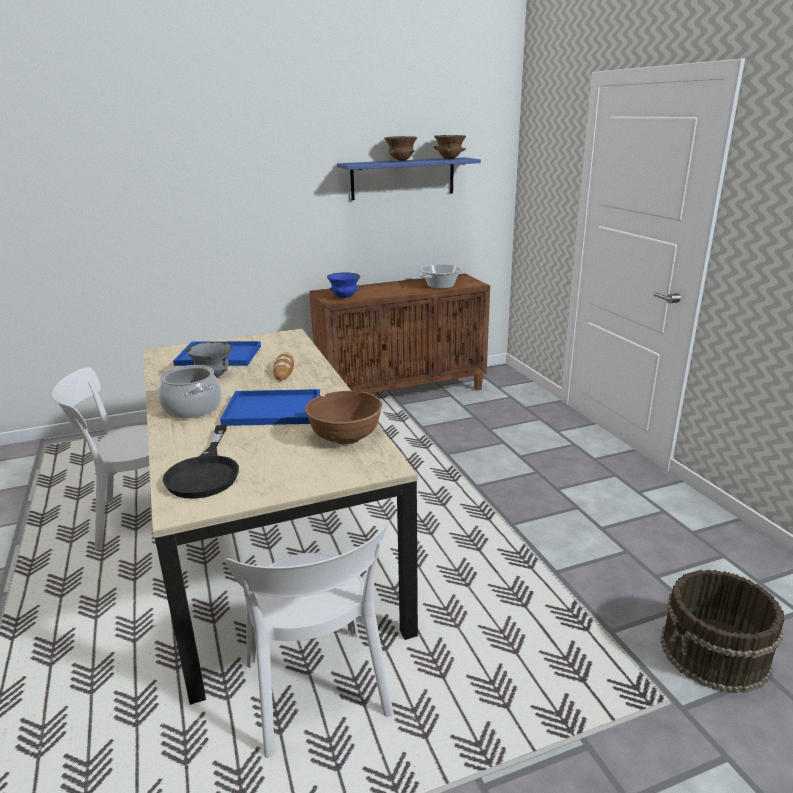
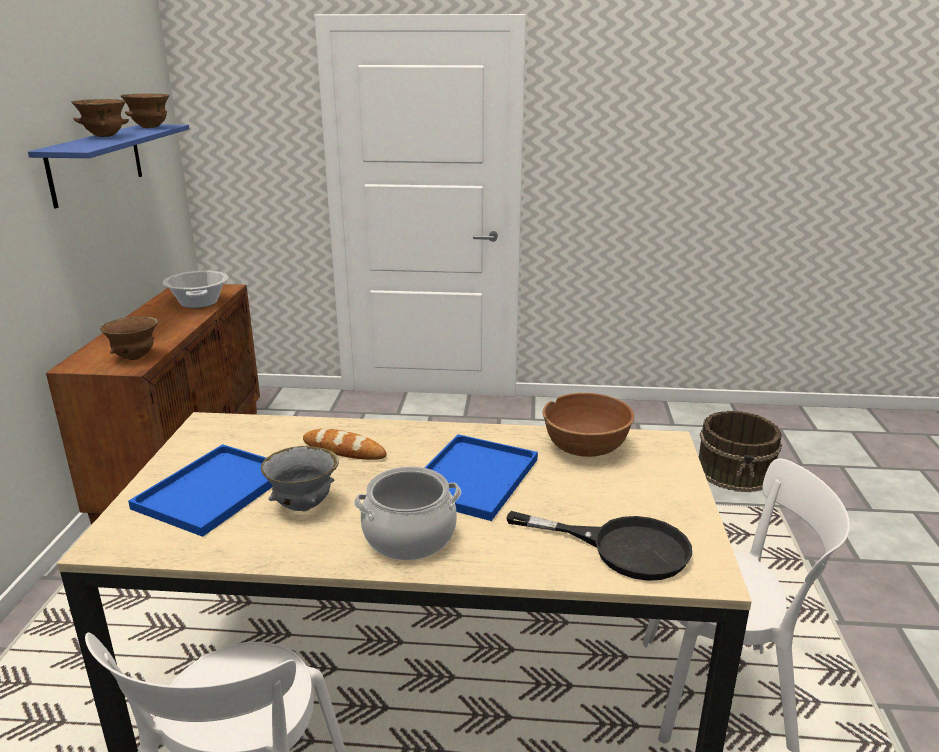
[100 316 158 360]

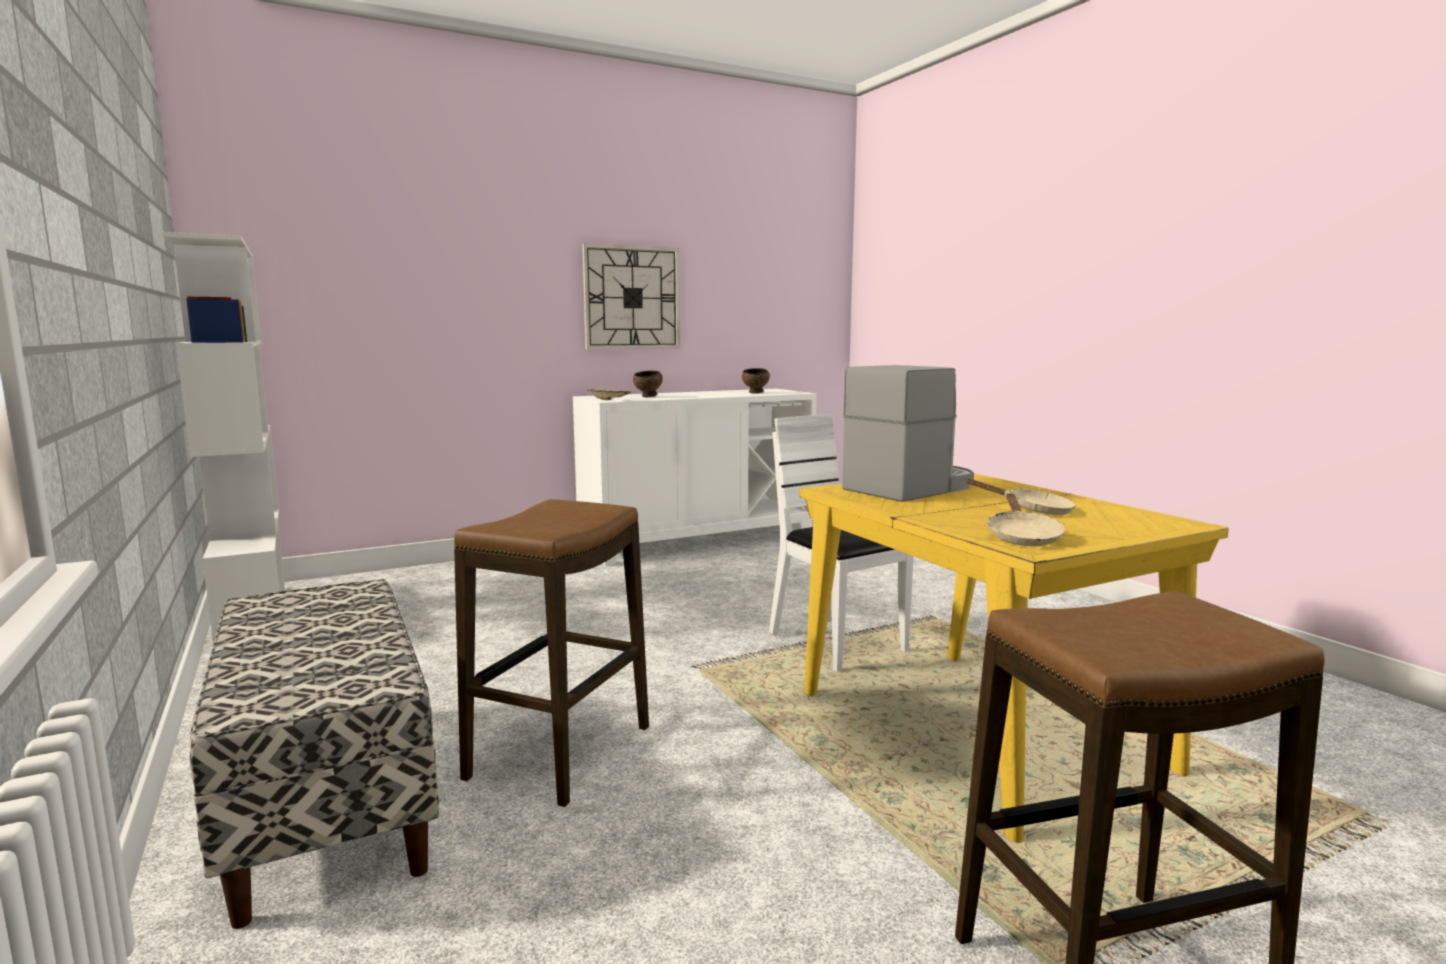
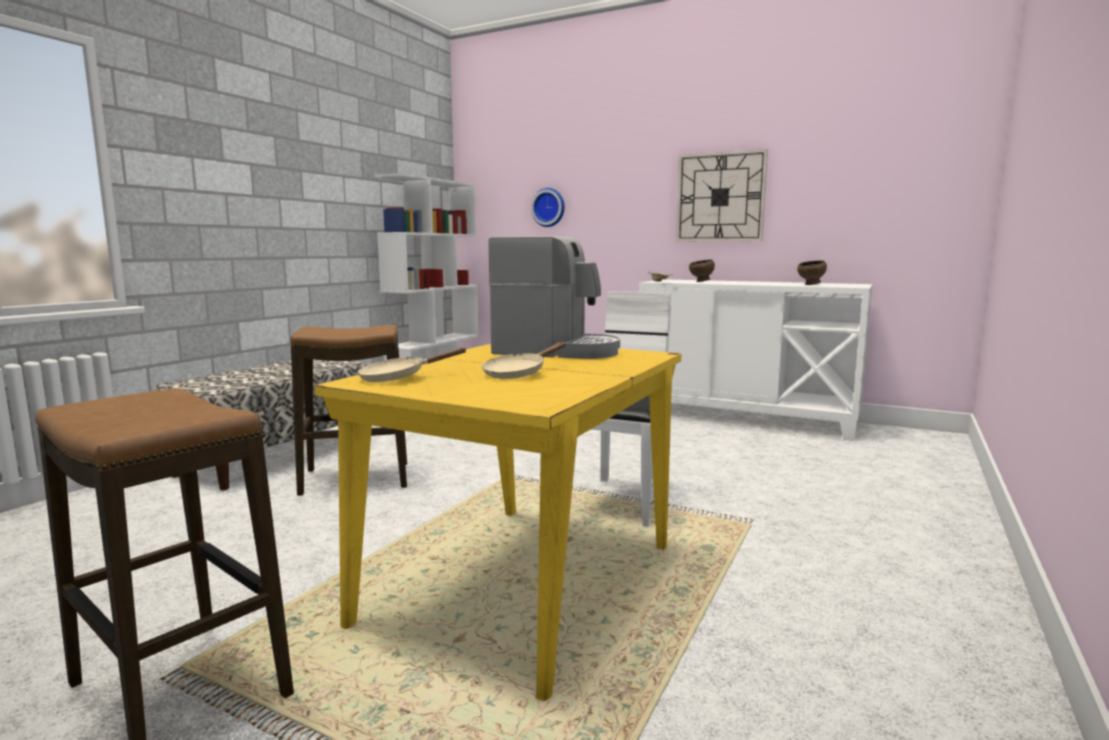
[482 342 566 379]
[531 188 565 227]

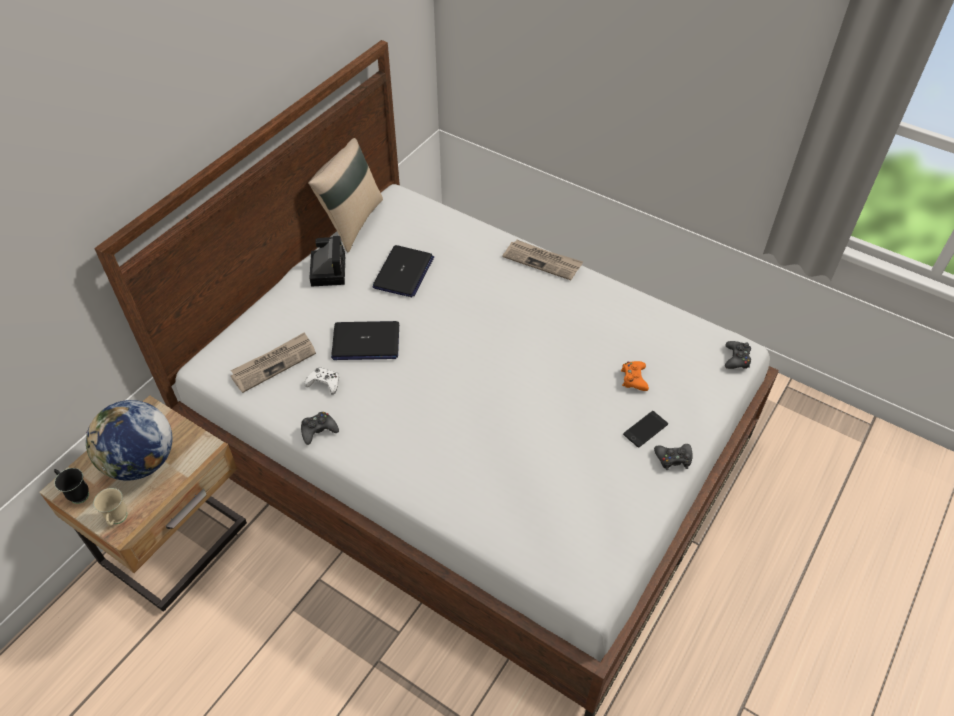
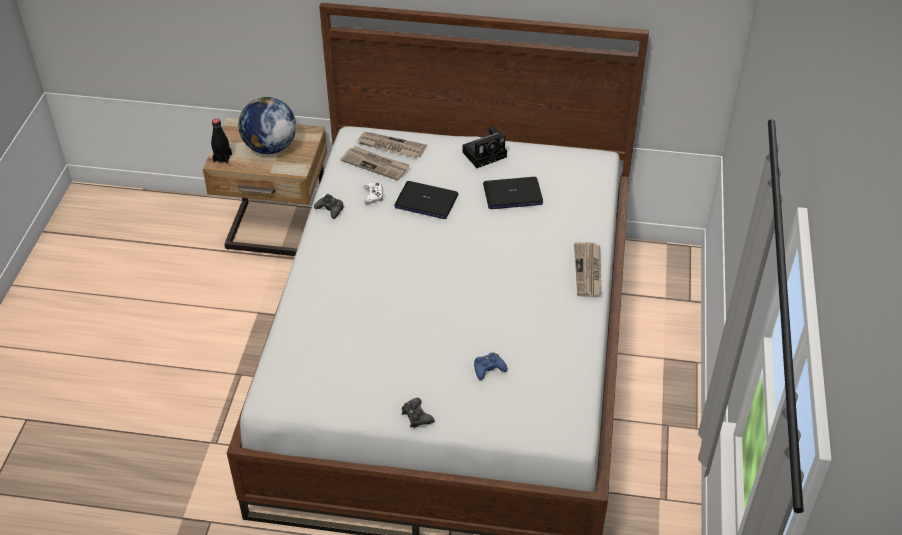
[308 138 383 252] (first image)
[394 181 458 219]
[725 341 751 369] (first image)
[474 353 508 380]
[623 411 668 448] (first image)
[54 468 89 504] (first image)
[211 119 232 164]
[357 132 427 158]

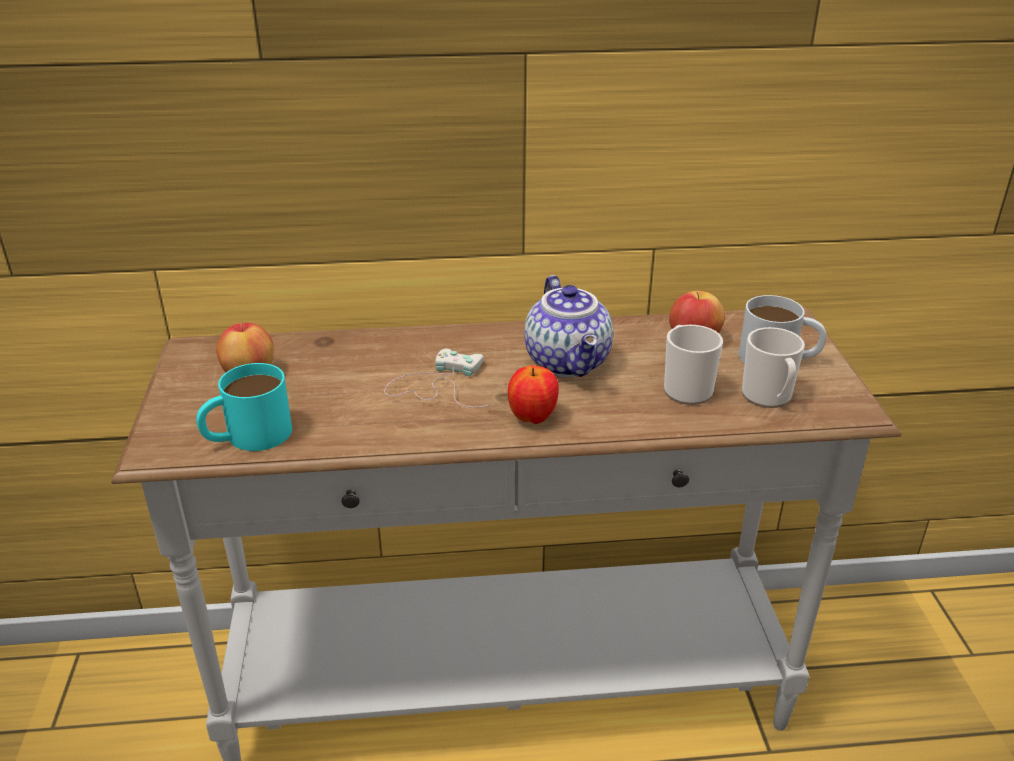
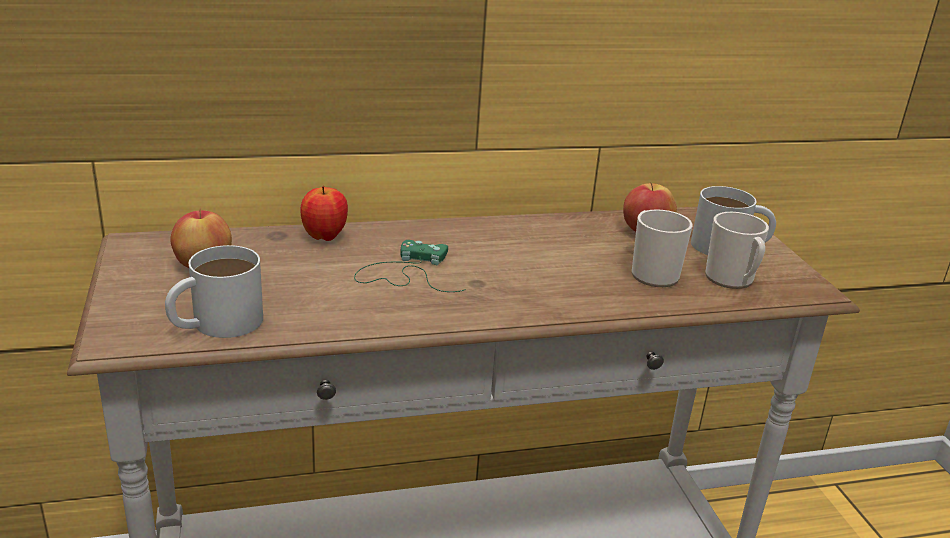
[524 275 613 377] (first image)
[354 240 466 292]
[165 245 263 338]
[300 186 348 241]

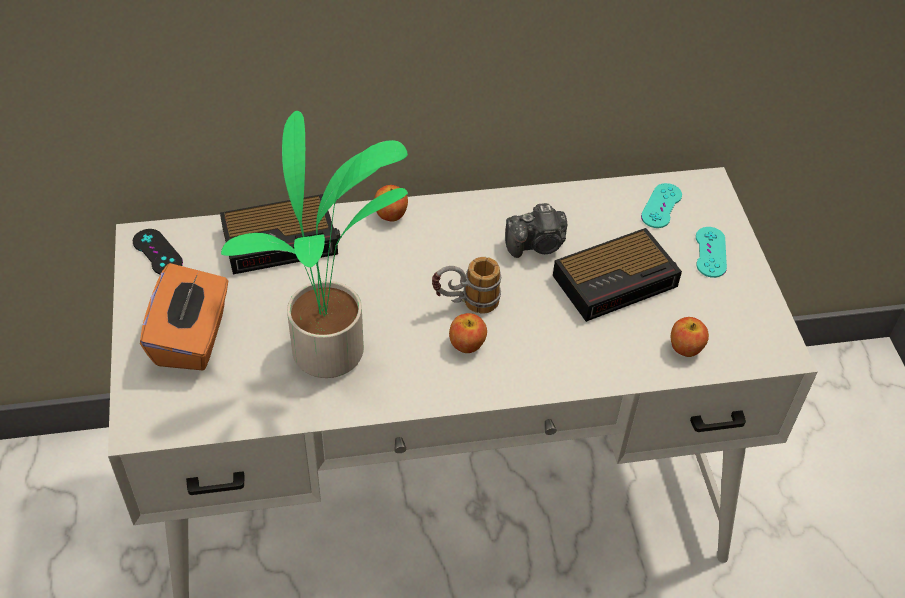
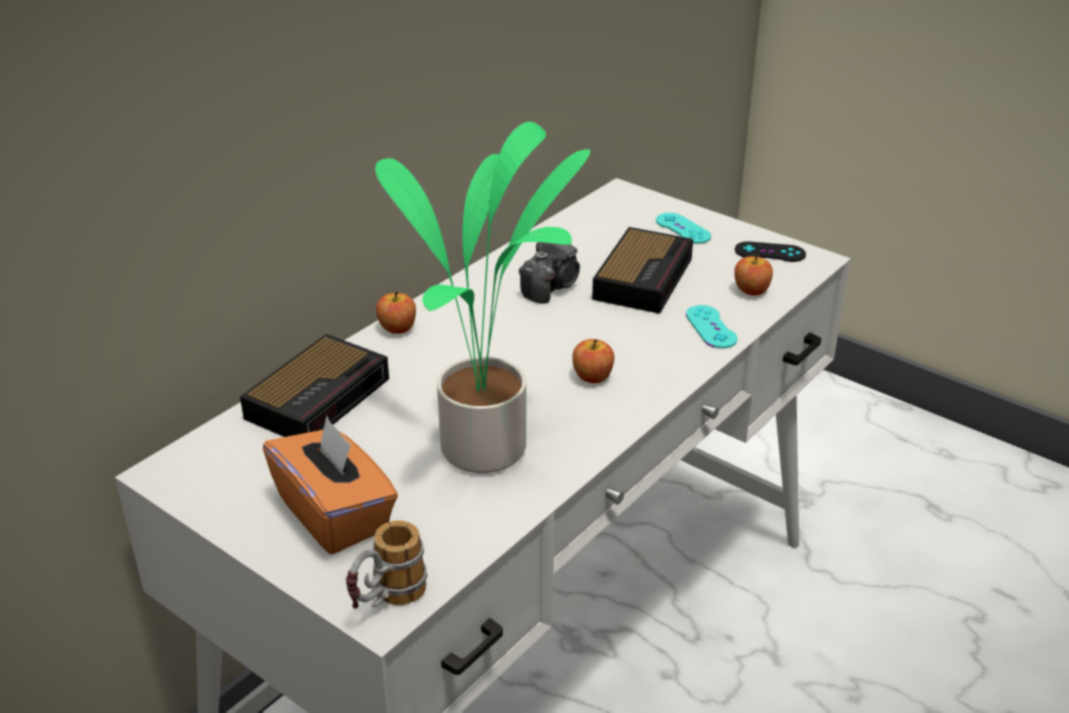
[686 305 737 349]
[735 241 806 262]
[346 520 427 609]

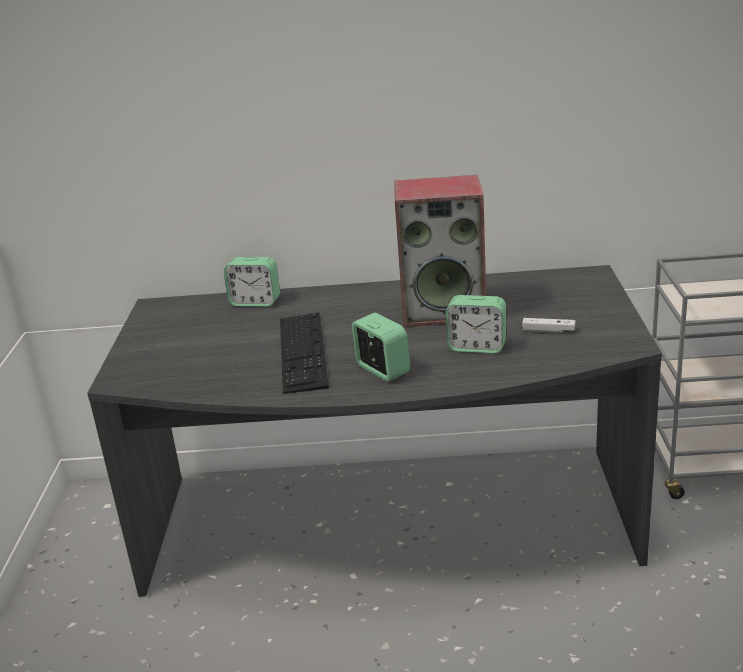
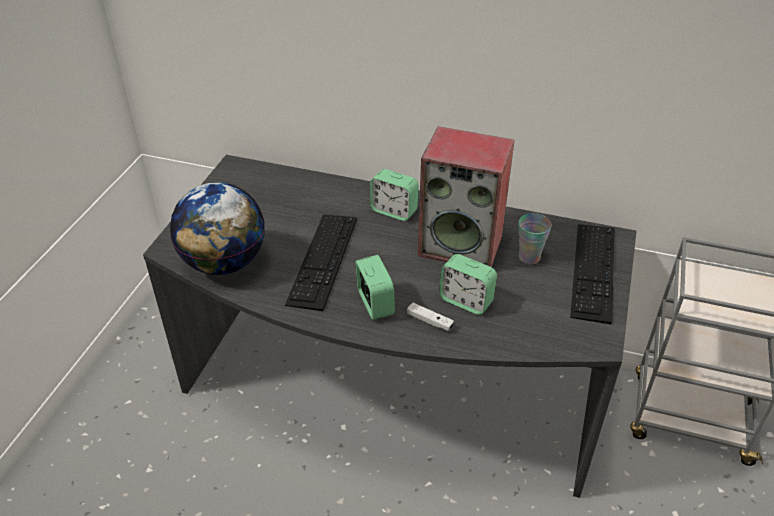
[370 169 419 221]
[407 303 454 331]
[170 182 265 275]
[518 213 552 264]
[570 224 615 324]

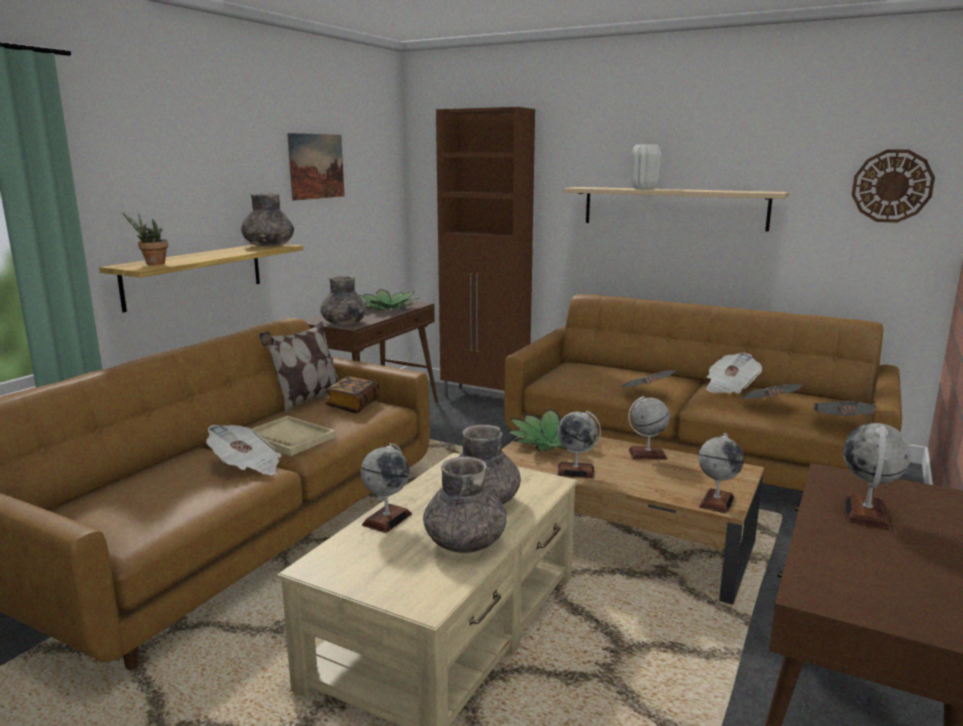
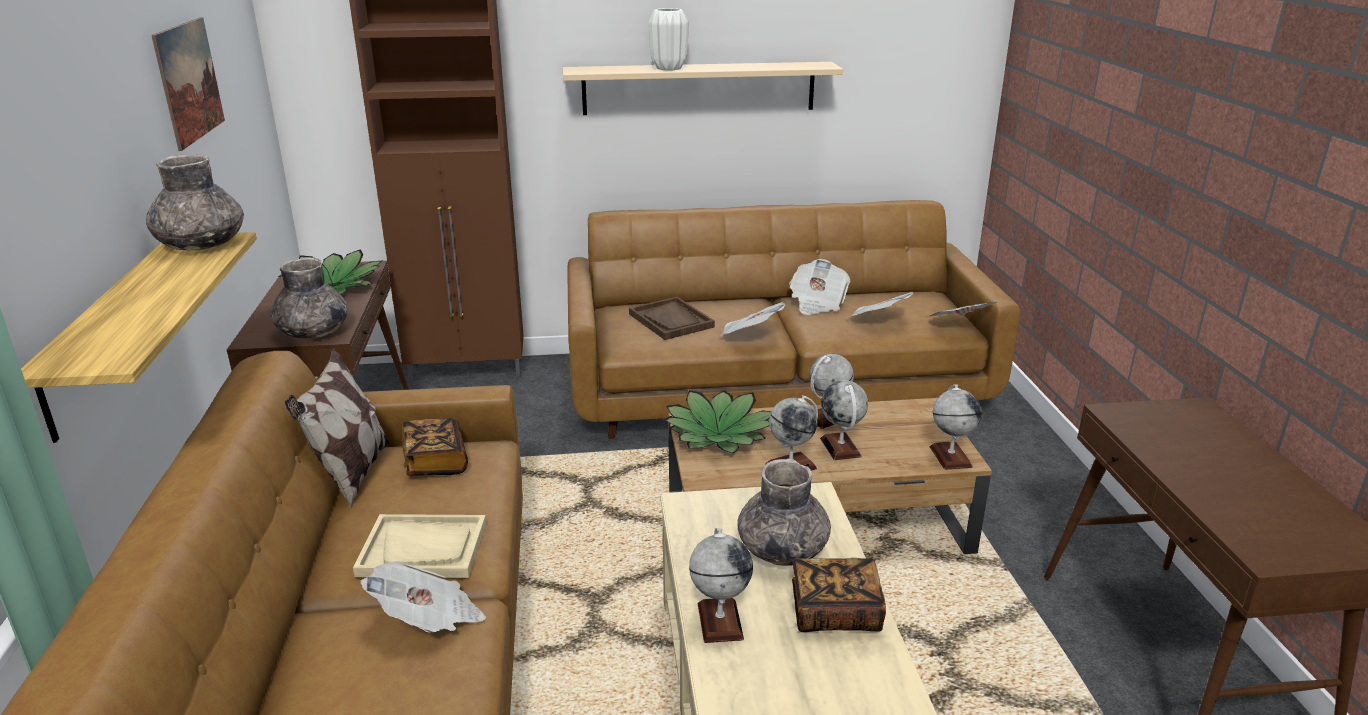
[852 150 935 223] (first image)
[122 212 168 265] (first image)
[820 380 868 460]
[792 558 886 632]
[629 297 715 340]

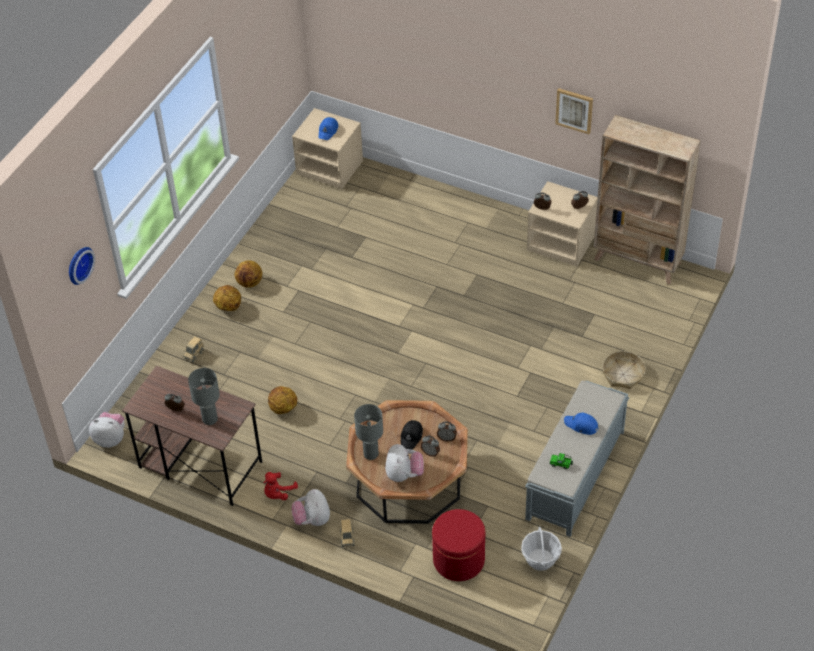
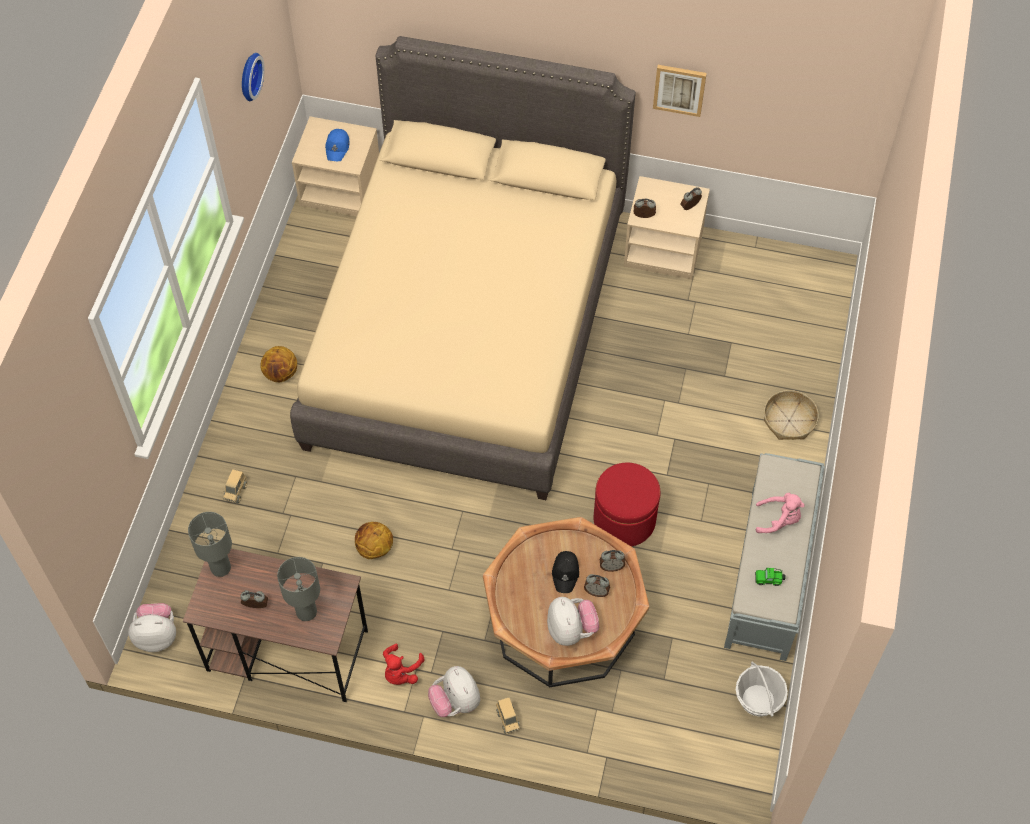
[594 115 701 285] (first image)
[242 53 265 101]
[213 285 241 311] (first image)
[188 512 232 577]
[756 493 805 533]
[594 463 661 547]
[290 36 636 500]

